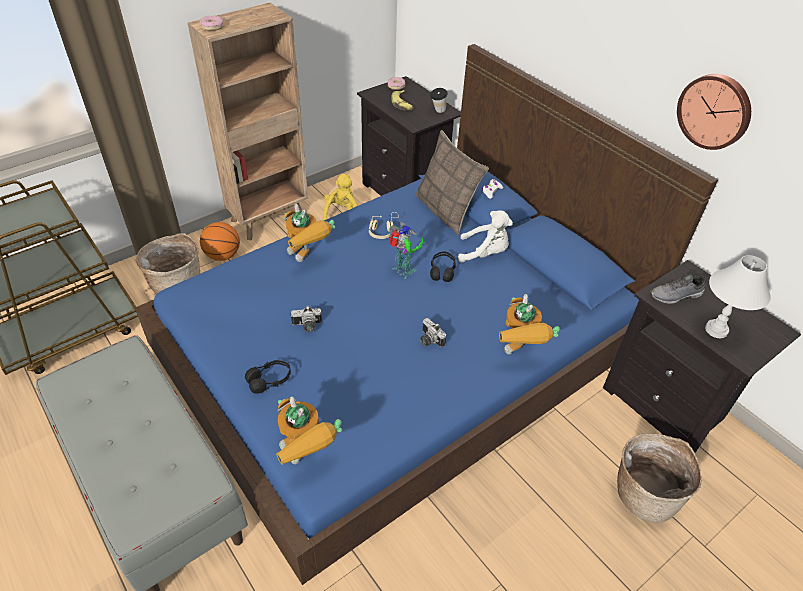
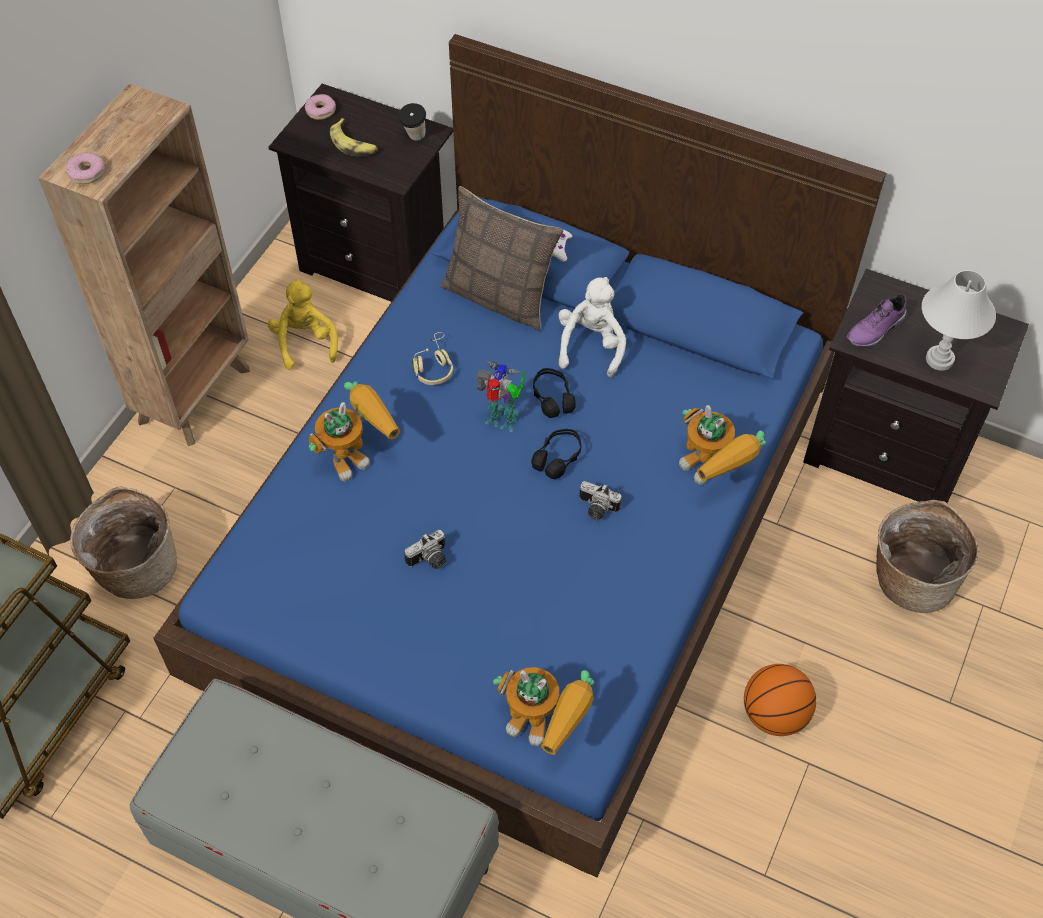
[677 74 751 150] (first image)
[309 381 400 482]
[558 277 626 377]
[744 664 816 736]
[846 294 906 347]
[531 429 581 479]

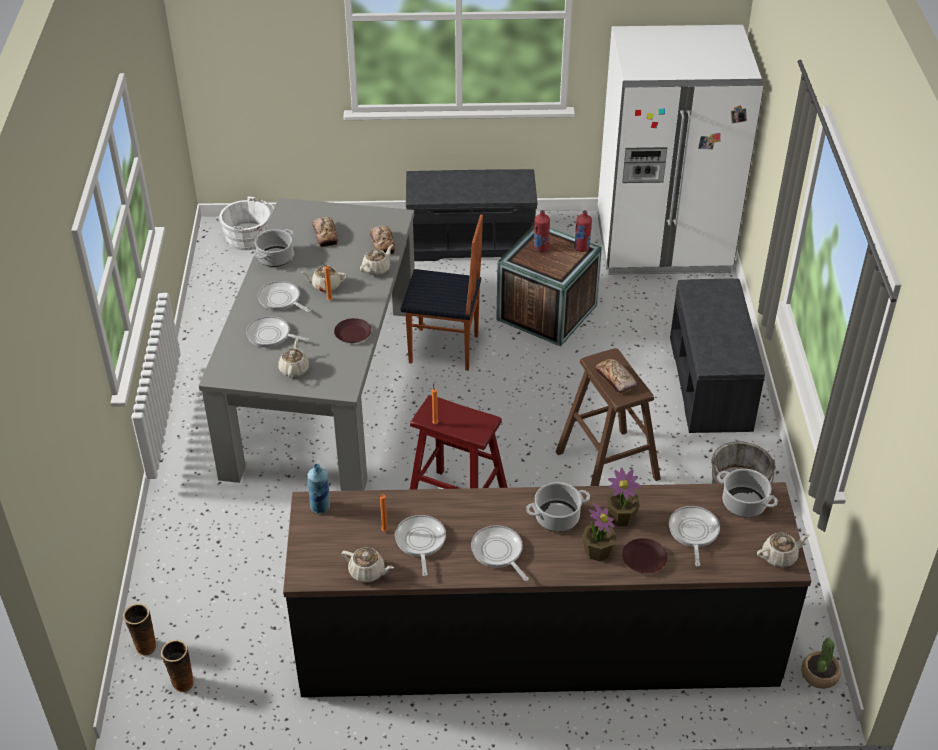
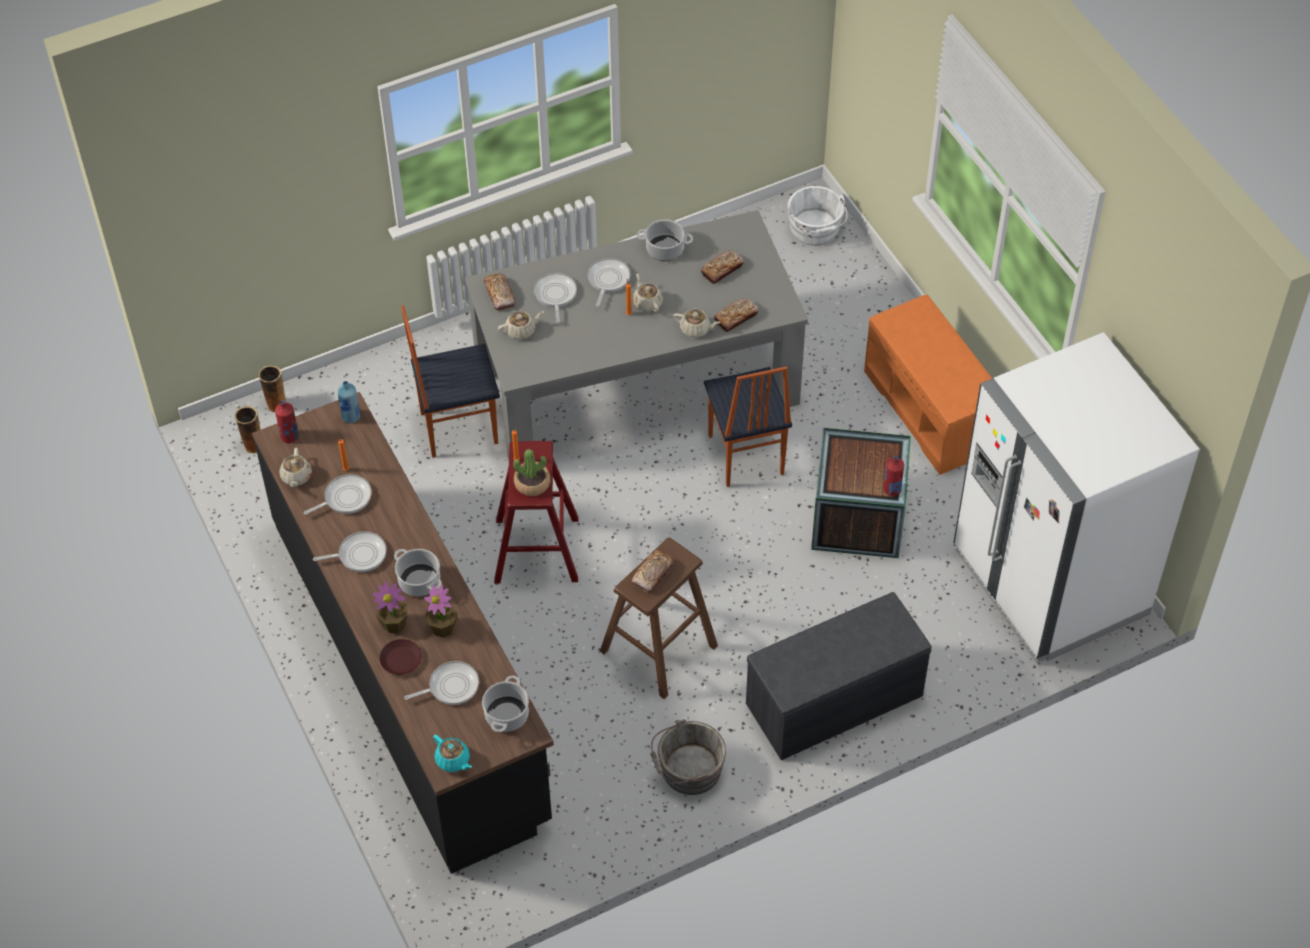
[864 294 992 475]
[275 400 299 443]
[334 318 371 343] (first image)
[313 531 387 572]
[433 734 472 772]
[513 449 550 496]
[484 274 516 311]
[401 305 500 458]

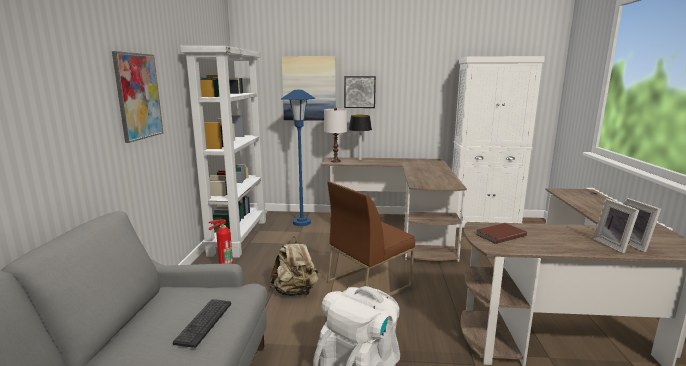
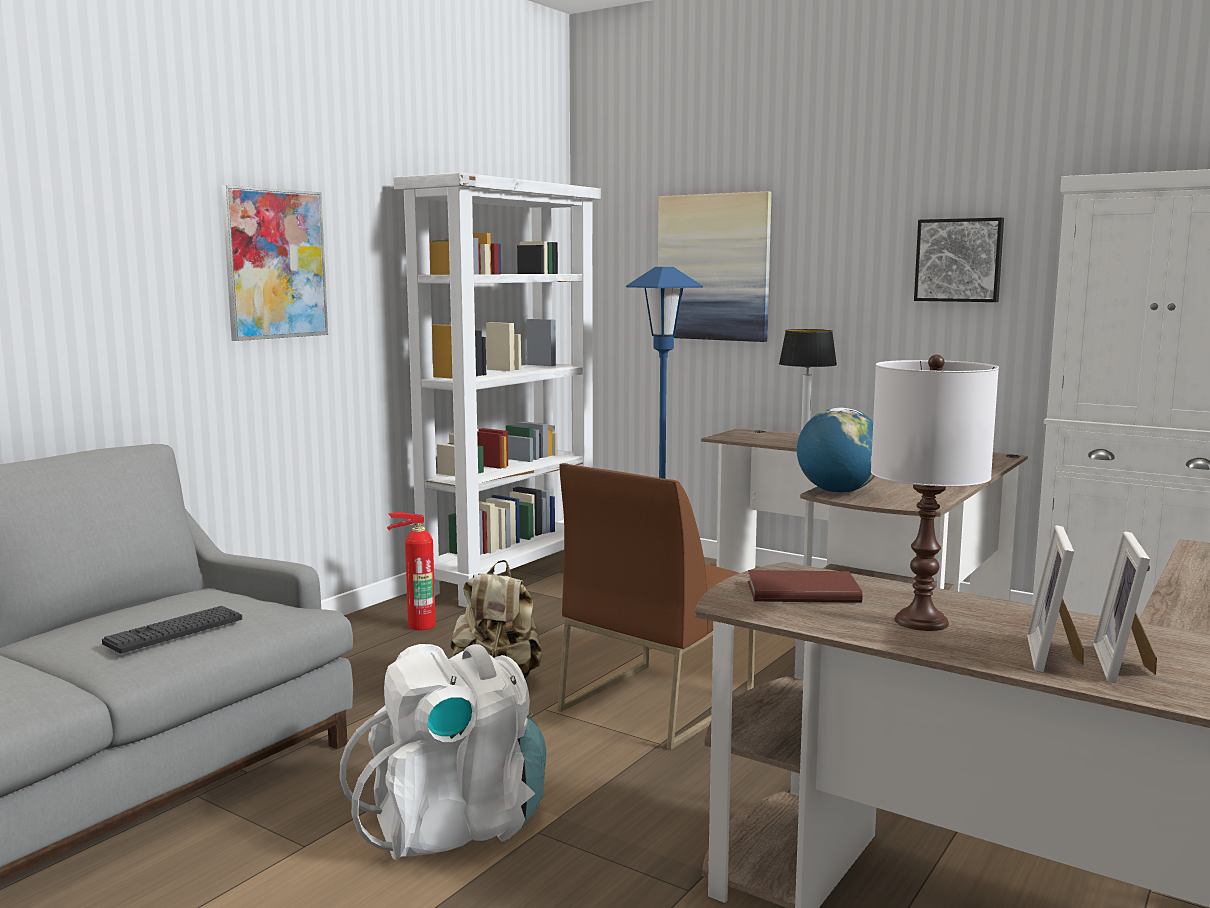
[914 217 1004 302]
[871 355 999 631]
[557 463 755 750]
[797 407 875 493]

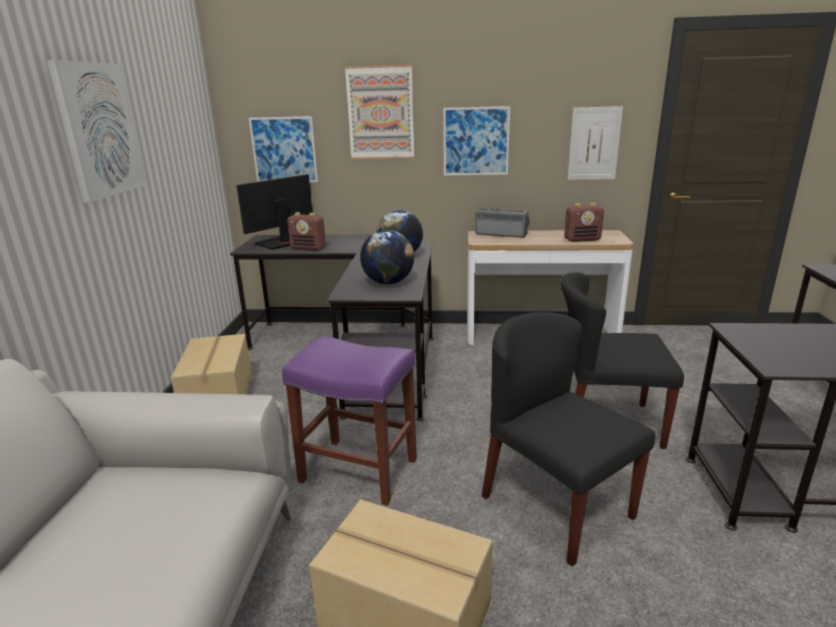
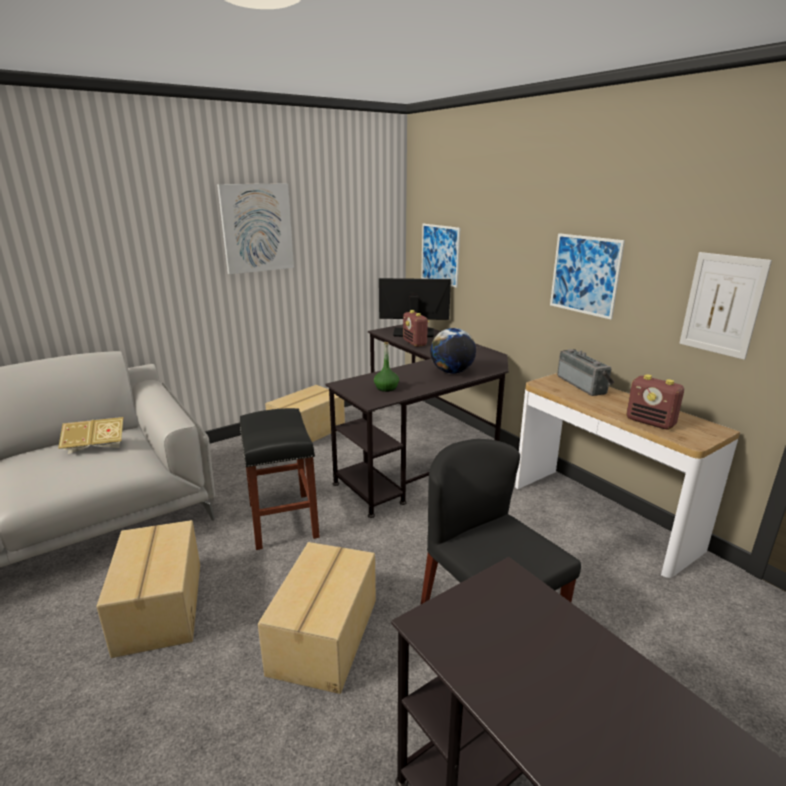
[345 65 414 159] (first image)
[374 342 399 392]
[258 542 376 694]
[240 408 320 550]
[58 417 123 454]

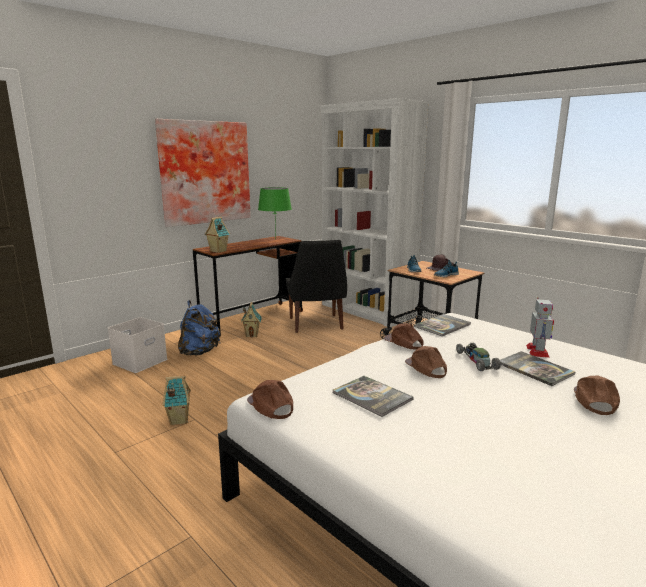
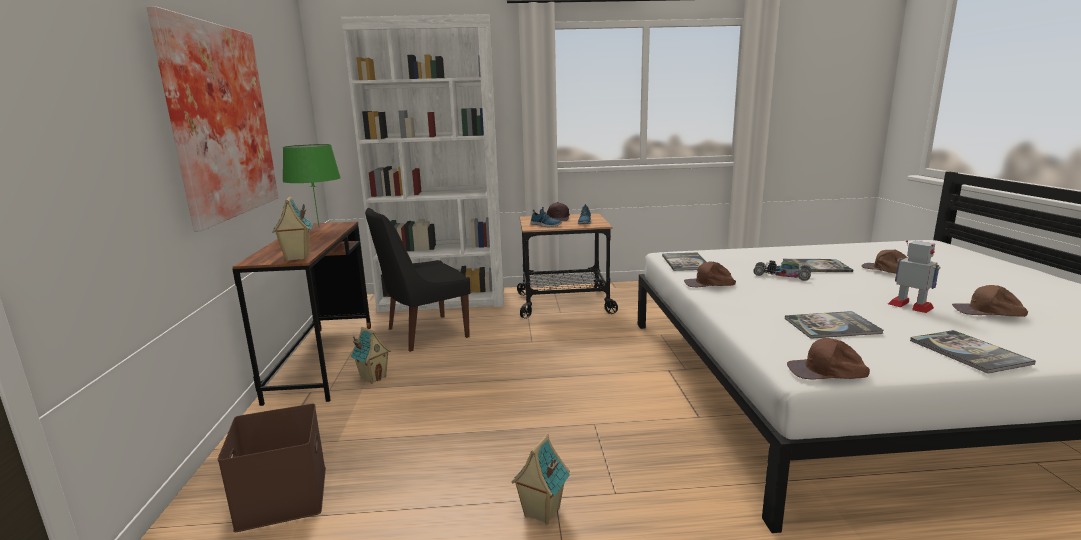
[365 208 470 352]
[888 241 940 313]
[178 300 221 356] (first image)
[218 404 326 532]
[952 285 1028 317]
[910 330 1036 374]

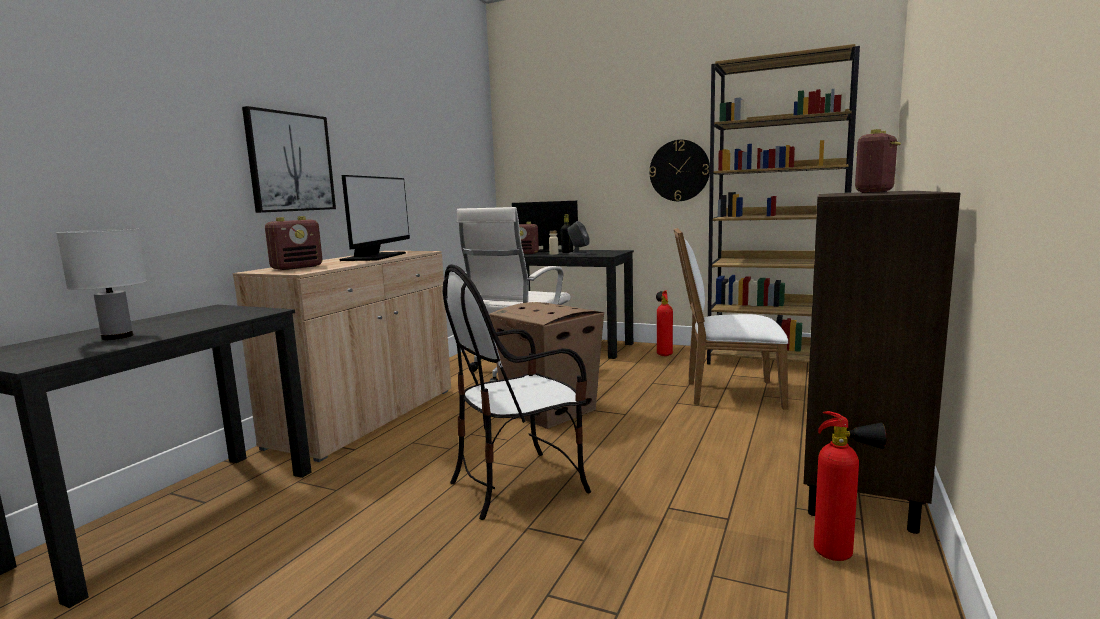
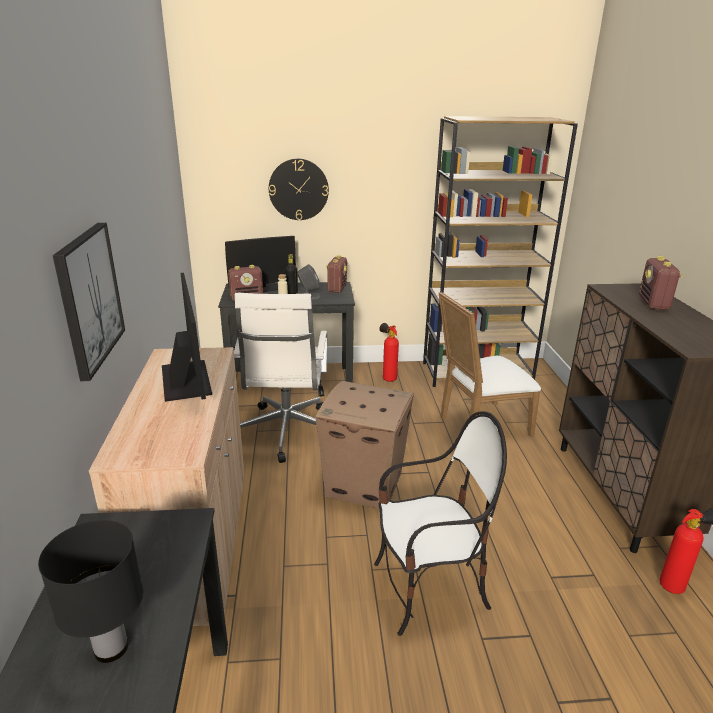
[269 159 329 220]
[326 255 347 293]
[38 520 143 663]
[374 411 507 636]

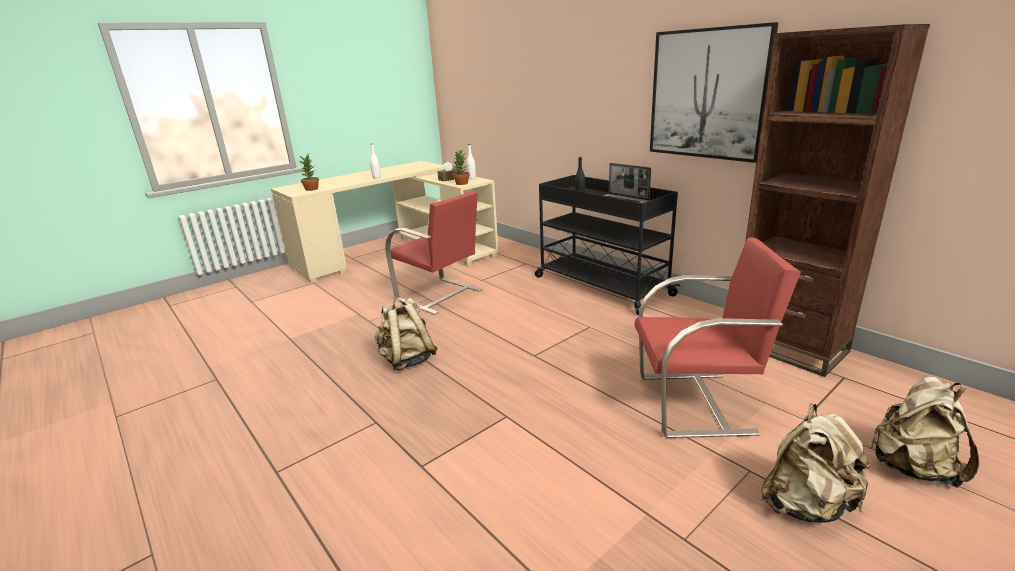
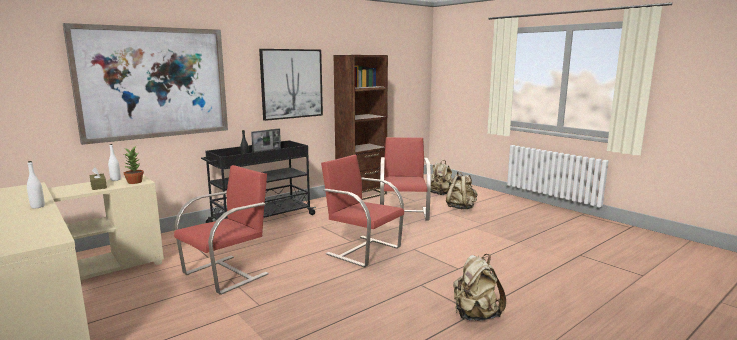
[299 152 319 191] (first image)
[453 254 506 321]
[63 23 228 145]
[321 155 404 267]

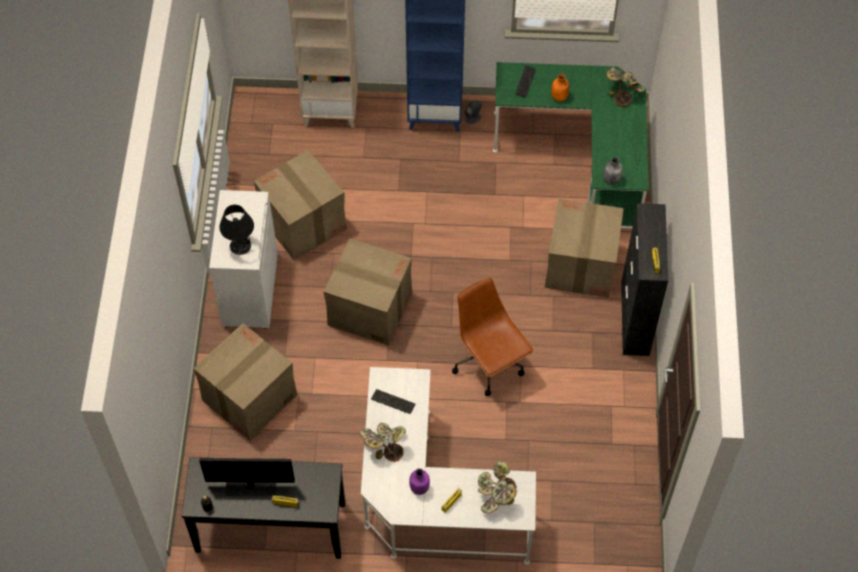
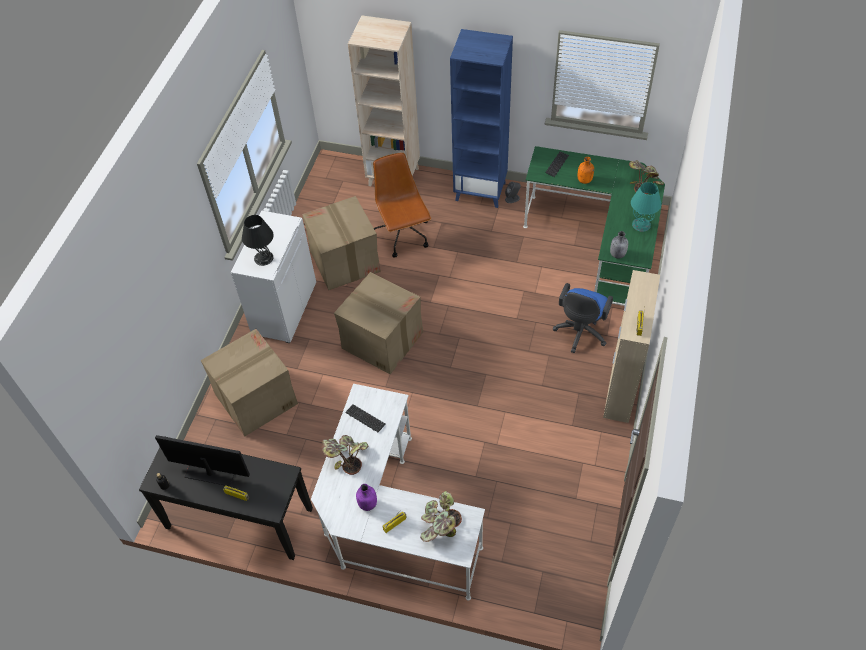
[553 283 613 353]
[603 270 660 423]
[373 153 431 257]
[631 182 661 232]

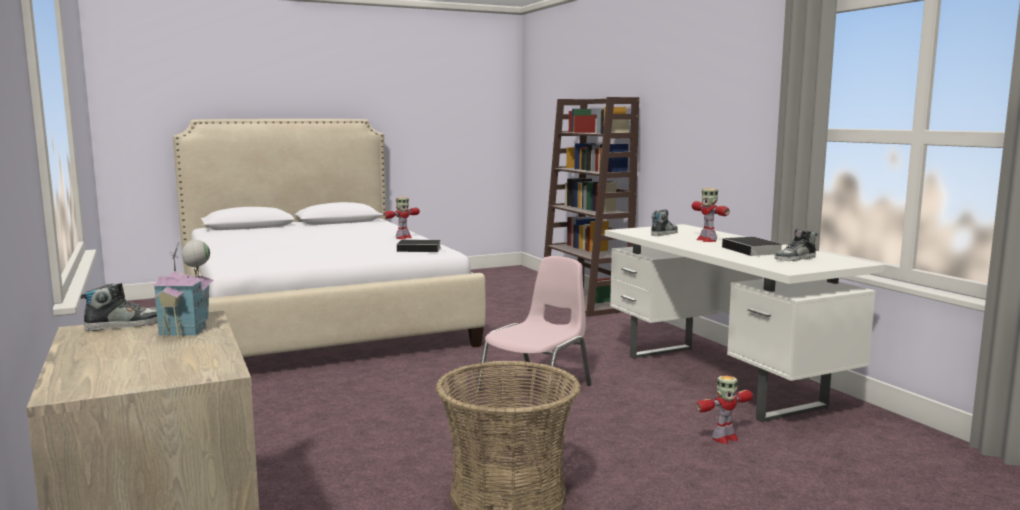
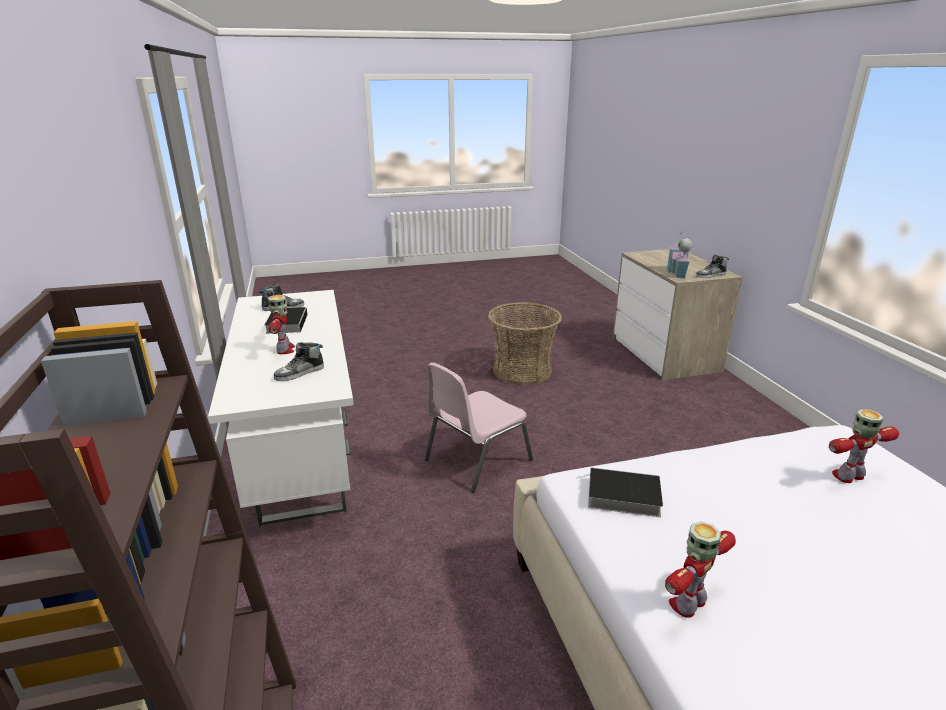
[829 409 899 483]

